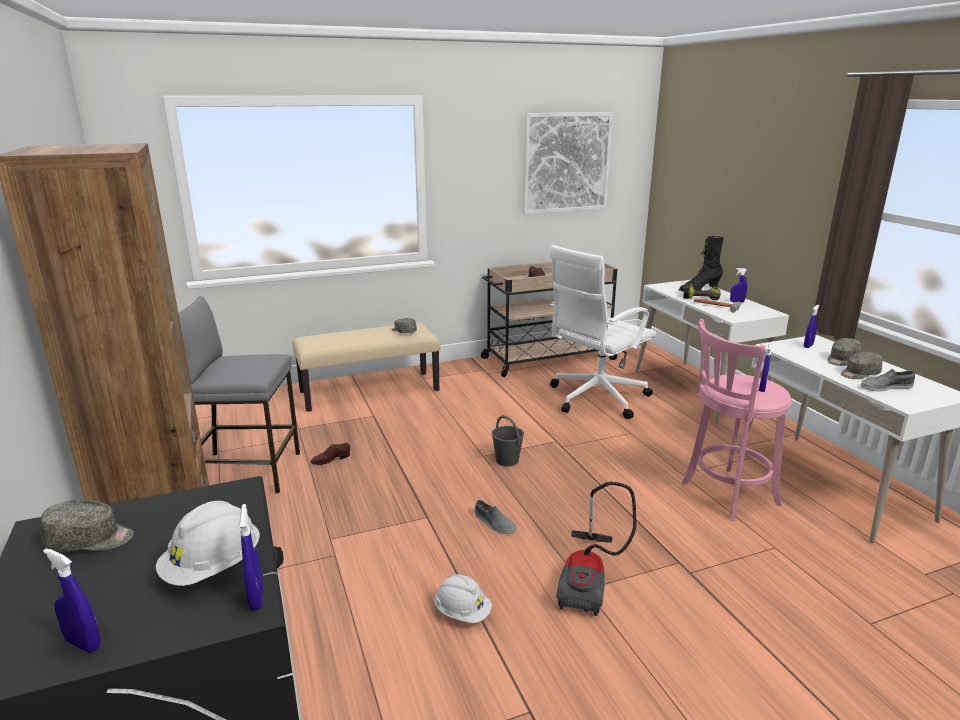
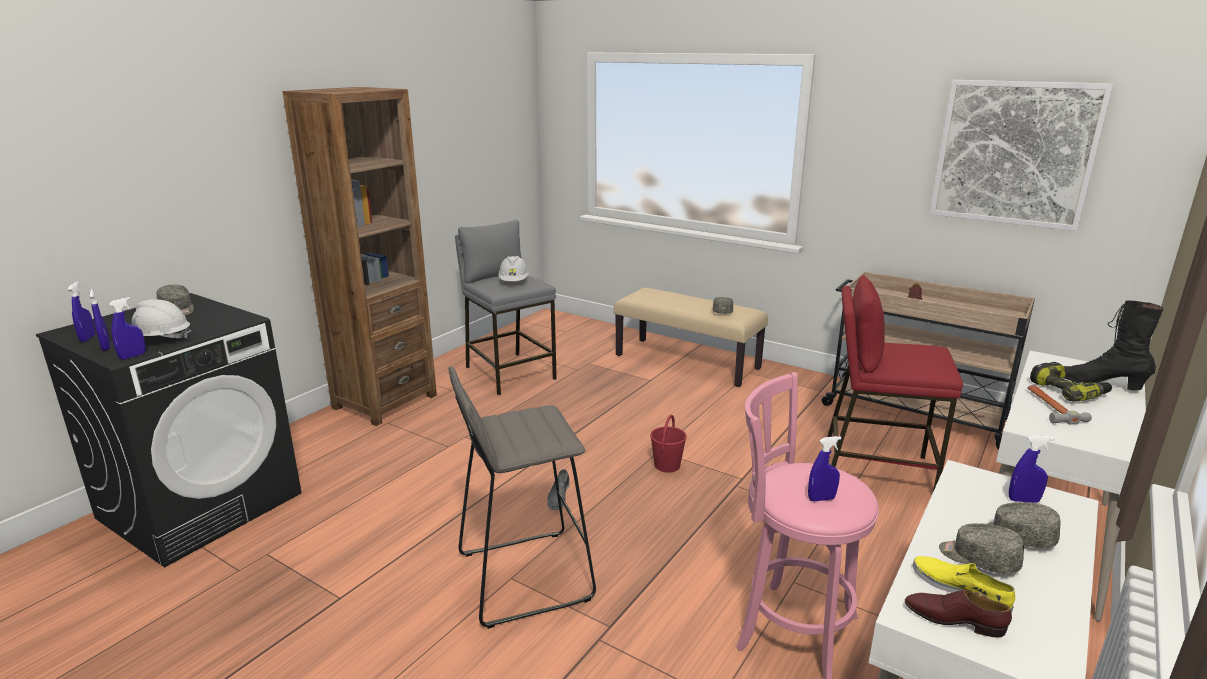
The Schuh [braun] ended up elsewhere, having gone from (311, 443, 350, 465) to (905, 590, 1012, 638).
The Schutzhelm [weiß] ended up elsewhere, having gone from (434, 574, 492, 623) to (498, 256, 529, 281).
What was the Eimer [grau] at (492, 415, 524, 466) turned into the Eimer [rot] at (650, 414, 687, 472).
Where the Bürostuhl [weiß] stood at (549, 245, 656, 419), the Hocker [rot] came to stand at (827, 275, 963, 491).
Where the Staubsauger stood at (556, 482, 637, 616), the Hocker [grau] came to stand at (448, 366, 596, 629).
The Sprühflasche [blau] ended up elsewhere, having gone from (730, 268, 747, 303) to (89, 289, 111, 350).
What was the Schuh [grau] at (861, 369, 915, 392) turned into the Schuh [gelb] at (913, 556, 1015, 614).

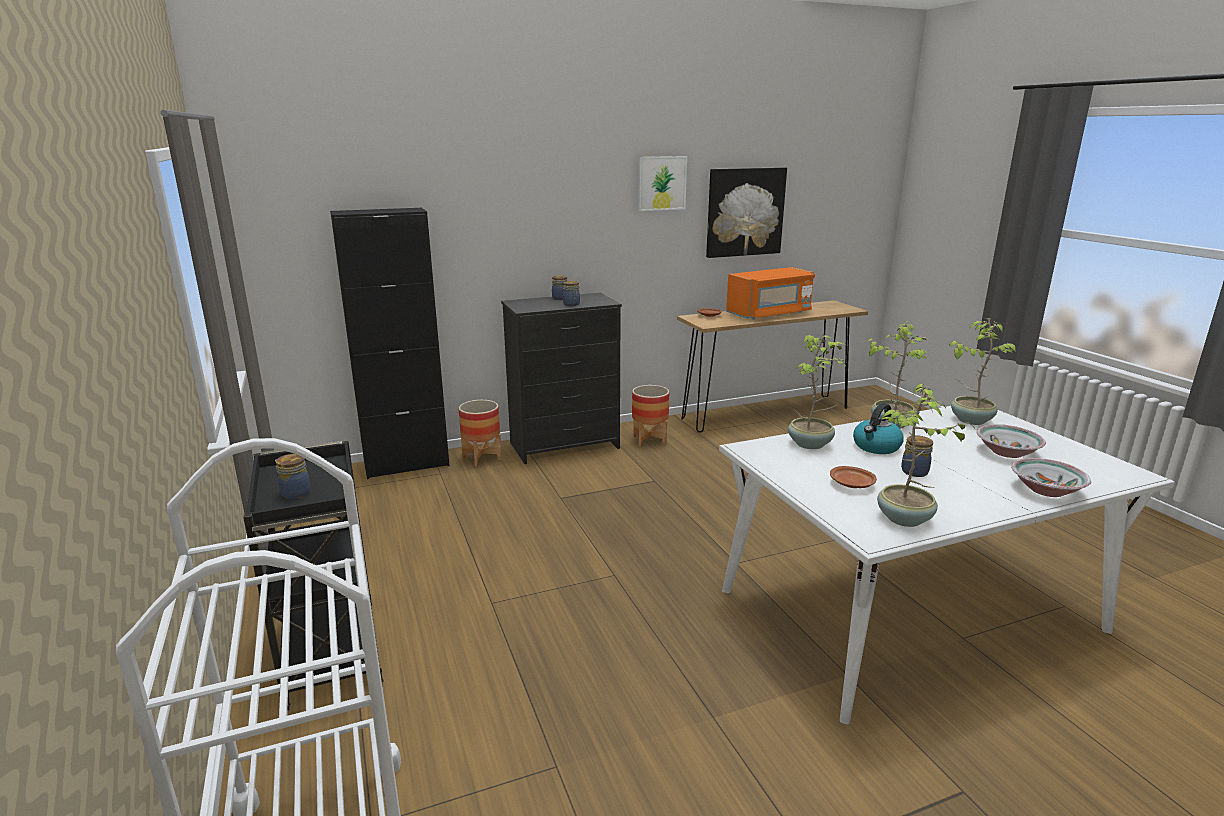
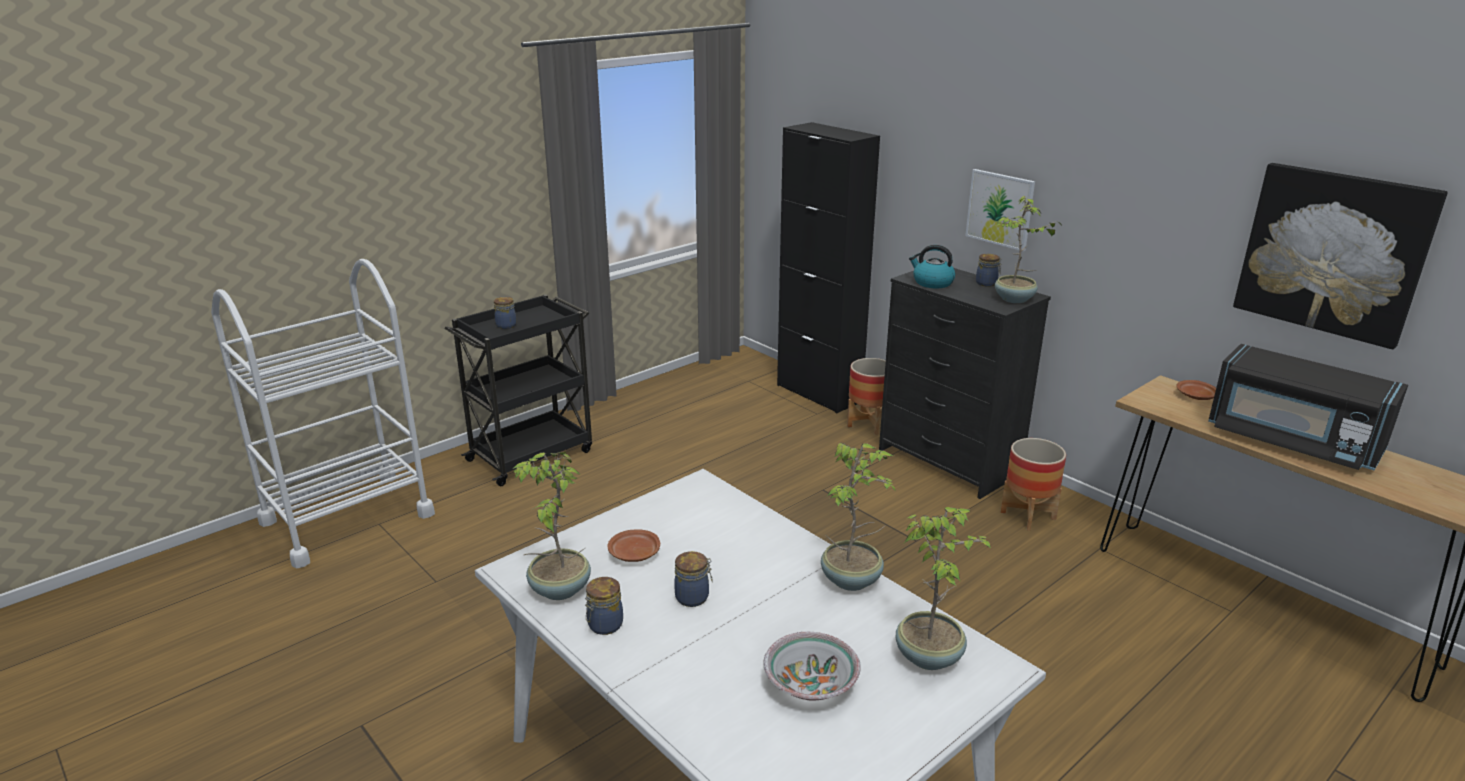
The Vorratsglas ended up elsewhere, having gone from (563, 281, 580, 306) to (585, 577, 623, 635).
The Bild ended up elsewhere, having gone from (638, 156, 687, 211) to (965, 169, 1035, 251).
What was the Mikrowelle [orange] at (726, 267, 815, 319) turned into the Mikrowelle [schwarz] at (1208, 344, 1408, 470).
The Topfpflanze ended up elsewhere, having gone from (788, 335, 846, 449) to (995, 196, 1063, 303).
The Wasserkessel ended up elsewhere, having gone from (853, 403, 904, 454) to (909, 245, 955, 288).
The second view lost the Schüssel at (1011, 458, 1091, 497).

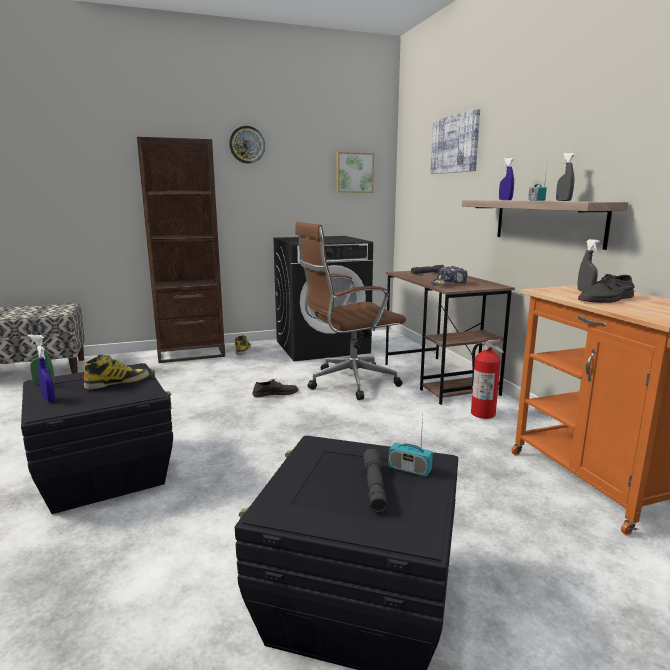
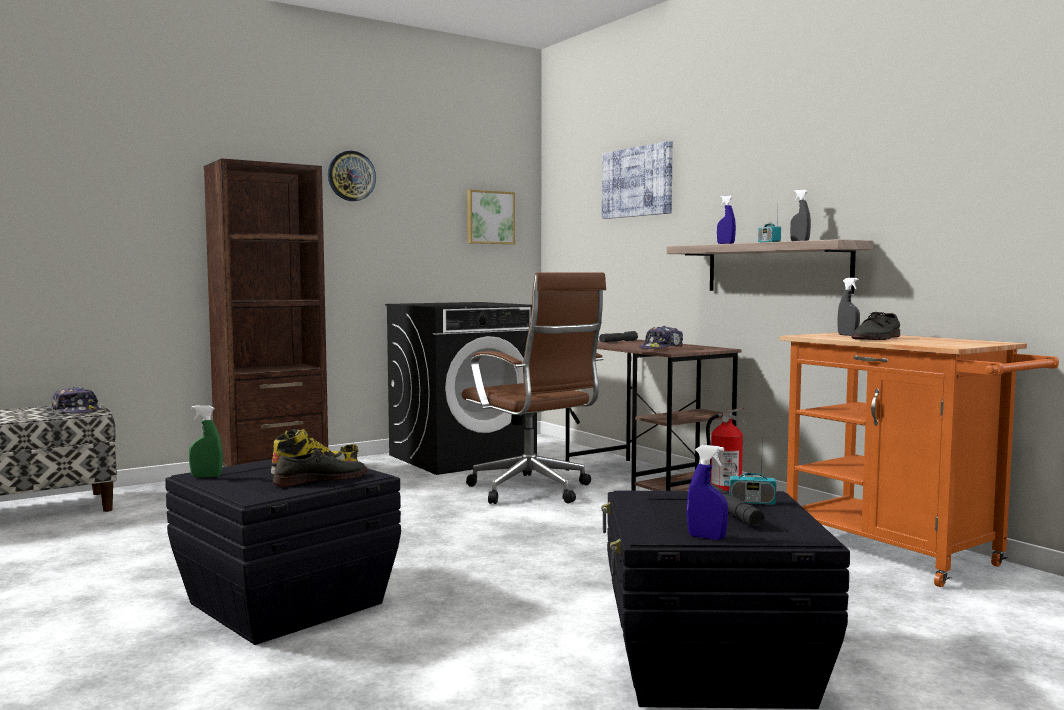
The Sprühflasche [blau] ended up elsewhere, having gone from (37, 345, 55, 402) to (687, 445, 728, 540).
The Schuh [grau] ended up elsewhere, having gone from (253, 379, 298, 398) to (273, 448, 368, 487).
The Bürostuhl [braun] at (295, 222, 406, 400) ended up facing another way, 90 degrees counterclockwise from before.
The second view gained the Kappe at (51, 387, 99, 413).

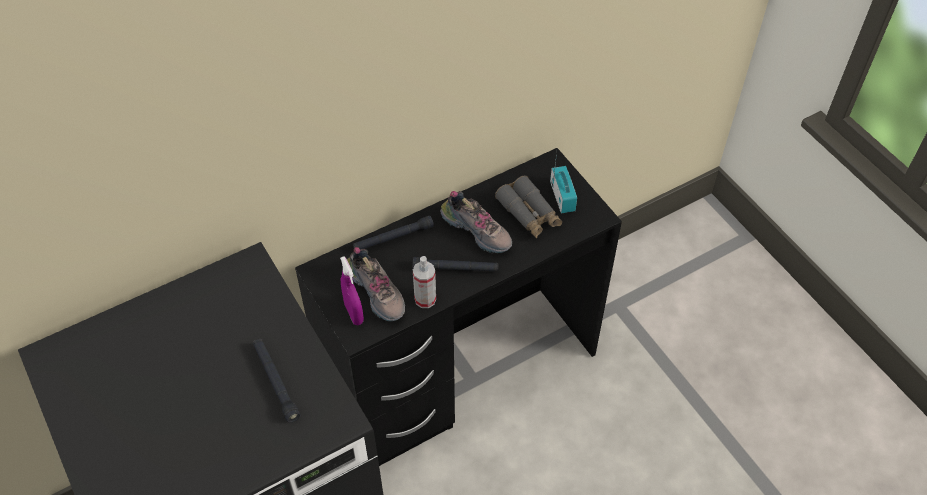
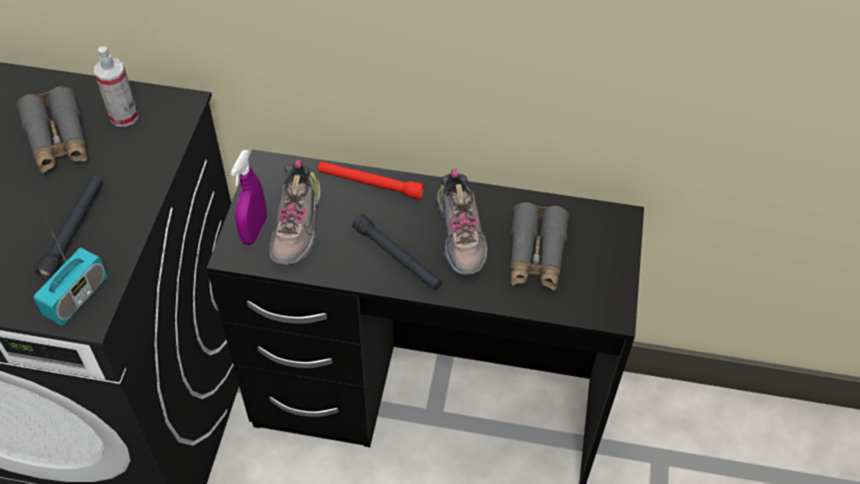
What was the Taschenlampe [schwarz] at (353, 215, 434, 249) turned into the Taschenlampe [rot] at (318, 161, 424, 200).
The Sprühflasche ended up elsewhere, having gone from (413, 256, 436, 308) to (94, 46, 138, 127).
The Radio ended up elsewhere, having gone from (550, 152, 577, 214) to (34, 219, 107, 326).
The second view gained the Fernglas [grau] at (17, 86, 87, 173).

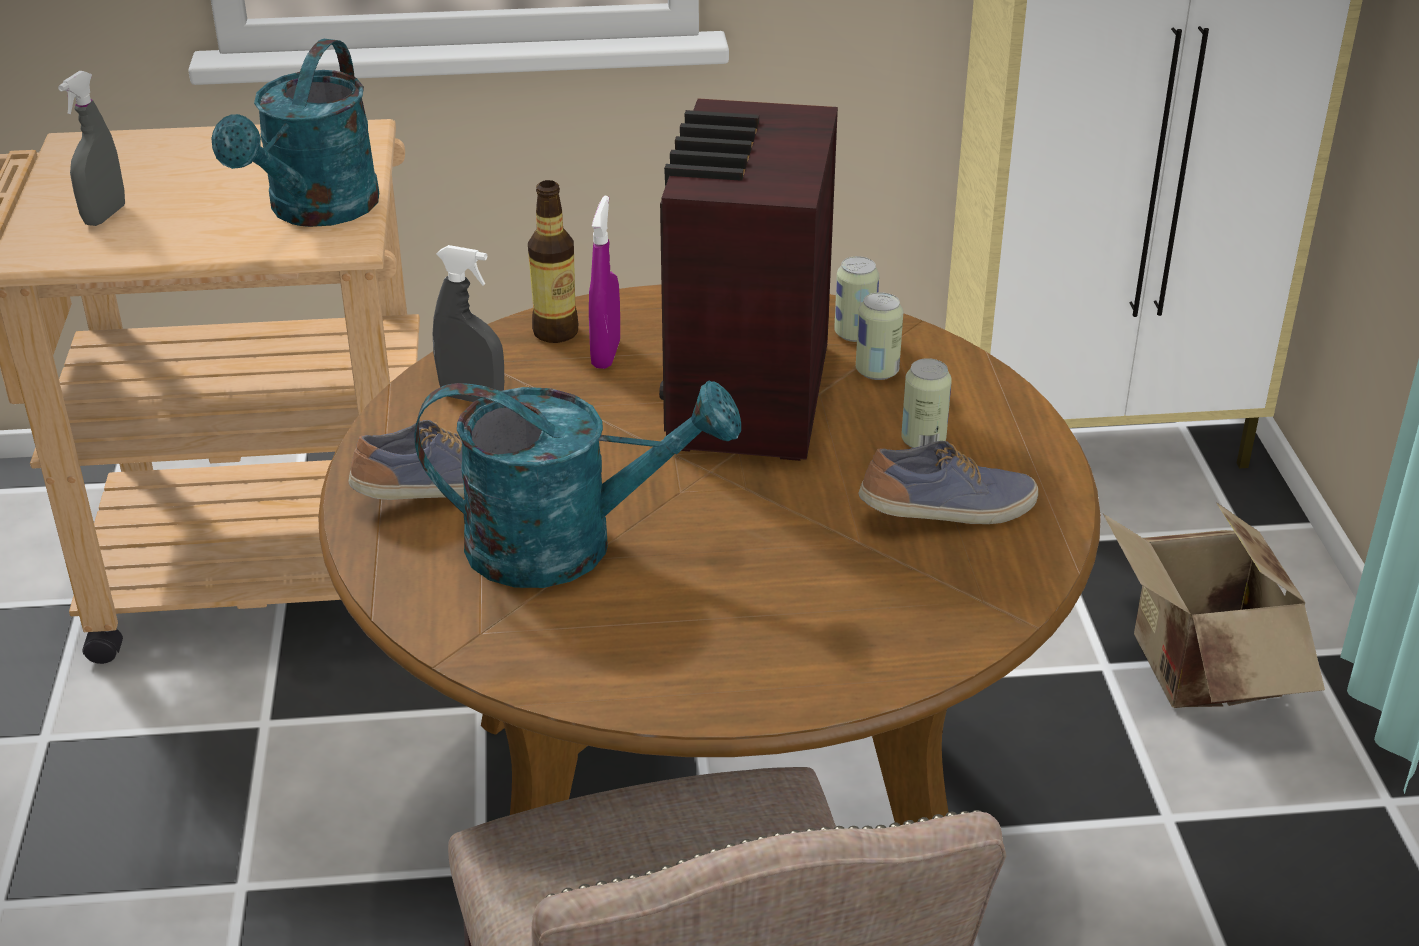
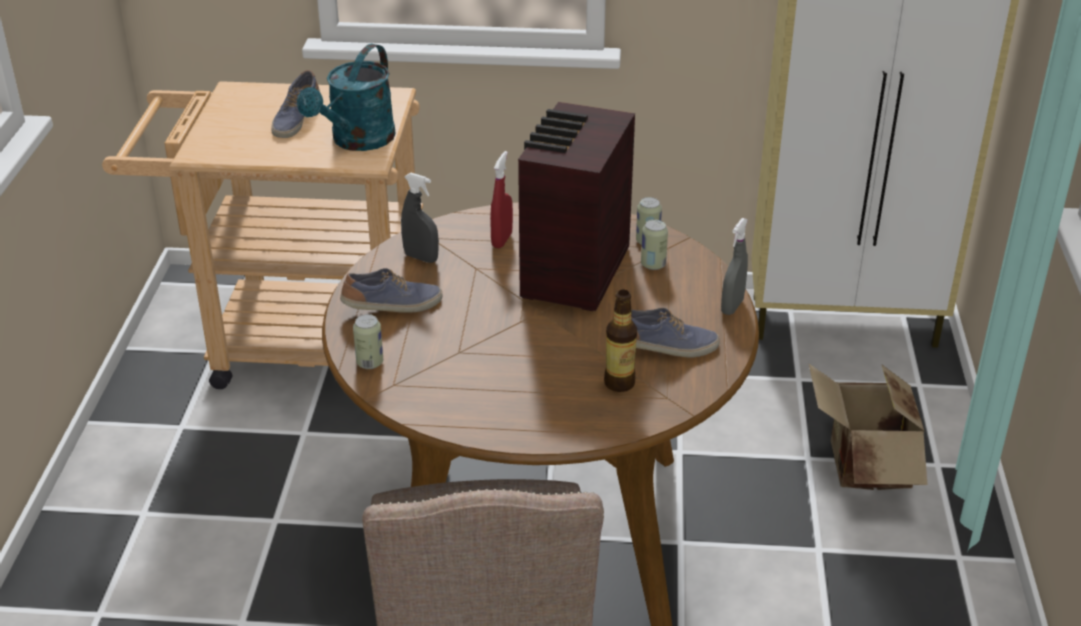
The Sprühflasche [grau] ended up elsewhere, having gone from (58, 71, 125, 226) to (721, 218, 748, 315).
The second view lost the Gießkanne [türkis] at (414, 381, 741, 588).
The Flasche ended up elsewhere, having gone from (528, 180, 578, 343) to (604, 290, 637, 392).
What was the Sprühflasche [lila] at (589, 196, 620, 369) turned into the Sprühflasche [rot] at (490, 151, 513, 248).
The Dose ended up elsewhere, having gone from (901, 358, 952, 448) to (353, 314, 383, 369).
The second view gained the Schuh at (271, 70, 320, 138).

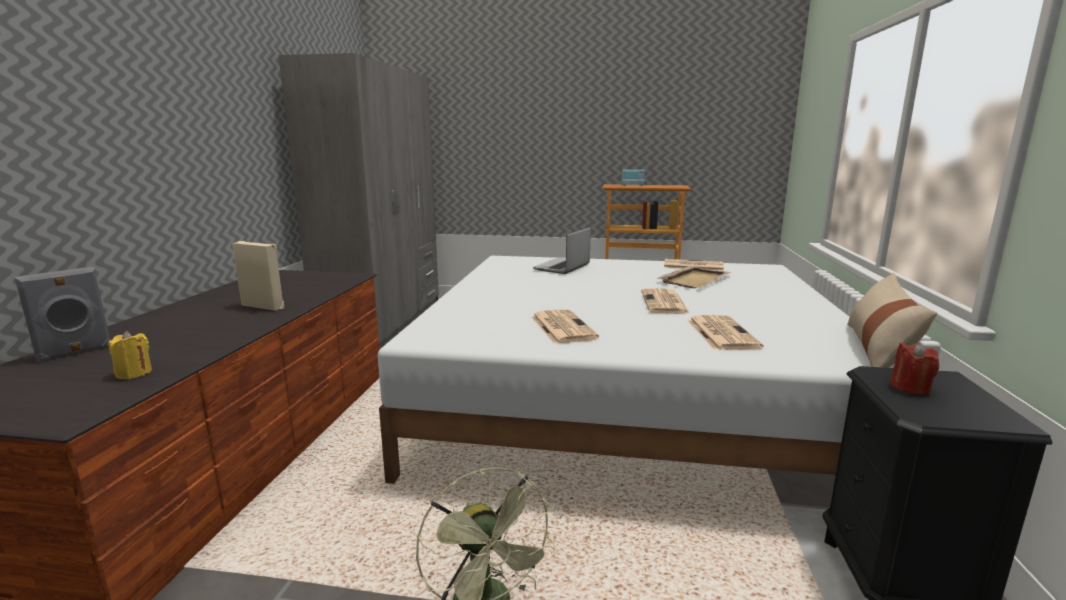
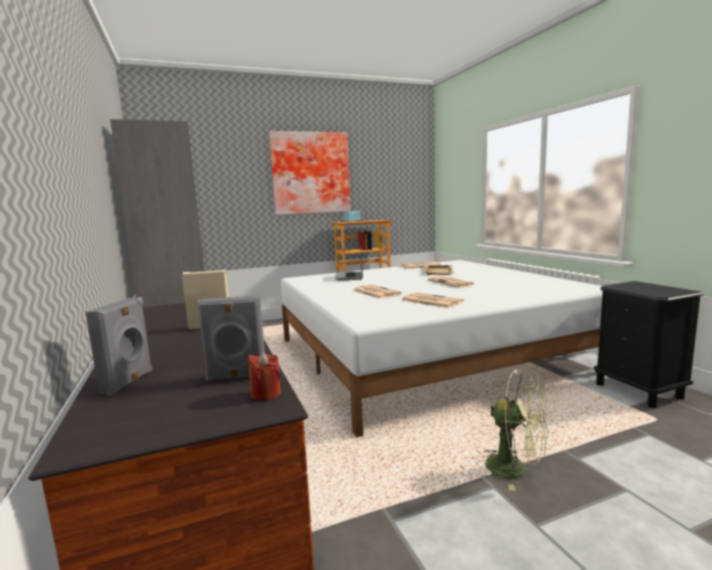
Where the Kerze [gelb] stood at (108, 331, 152, 379), the Lautsprecher [grau] came to stand at (197, 296, 265, 381).
The Zeitung ended up elsewhere, having gone from (687, 315, 763, 350) to (352, 285, 401, 299).
The second view lost the Kissen [beige] at (847, 273, 937, 368).
The Kerze [rot] ended up elsewhere, having gone from (890, 342, 939, 395) to (248, 352, 281, 401).
The second view gained the Bild at (269, 131, 351, 215).

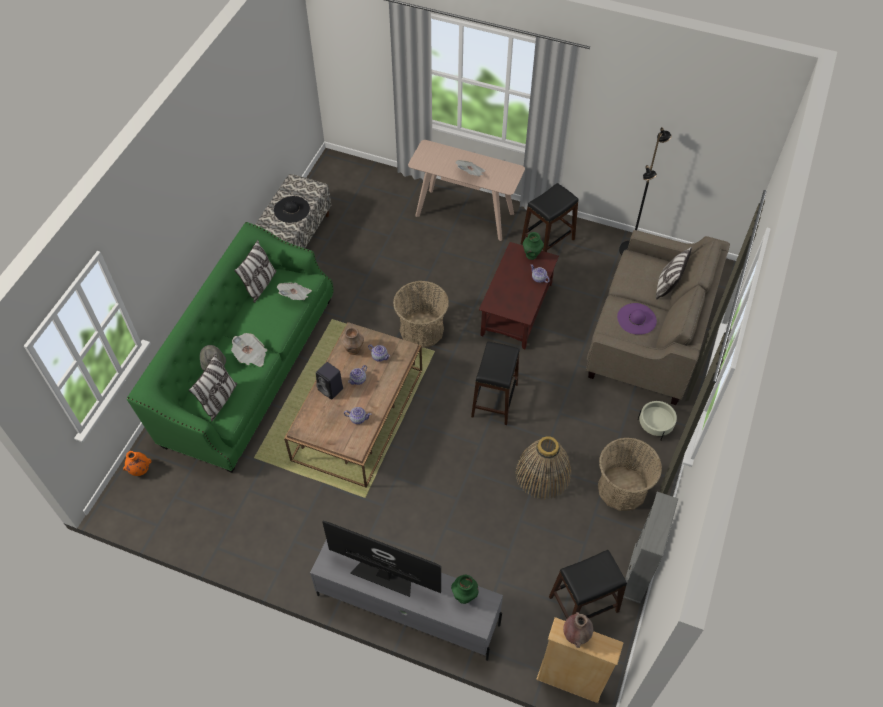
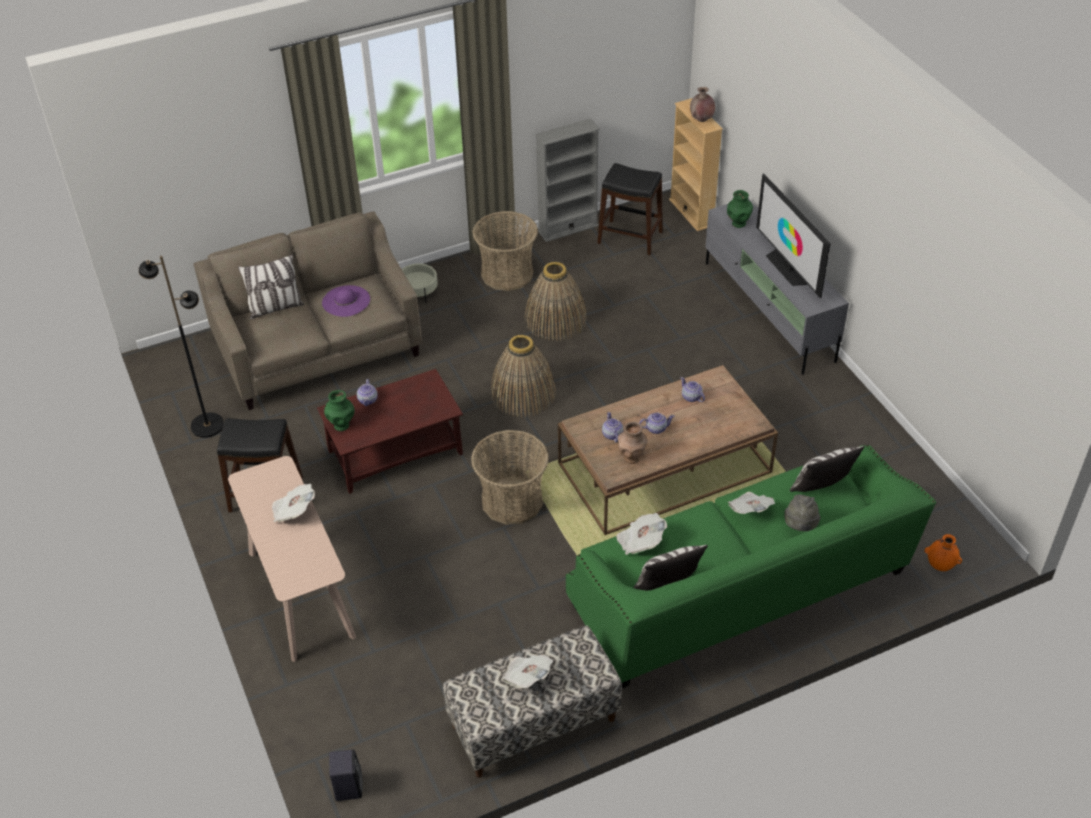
Where the Hut [schwarz] stood at (274, 196, 310, 223), the Zeitung came to stand at (502, 654, 553, 689).
The Lautsprecher [schwarz] ended up elsewhere, having gone from (316, 362, 343, 400) to (329, 750, 363, 801).
Where the Hocker [schwarz] stood at (471, 342, 520, 425), the Korb came to stand at (490, 335, 556, 417).

